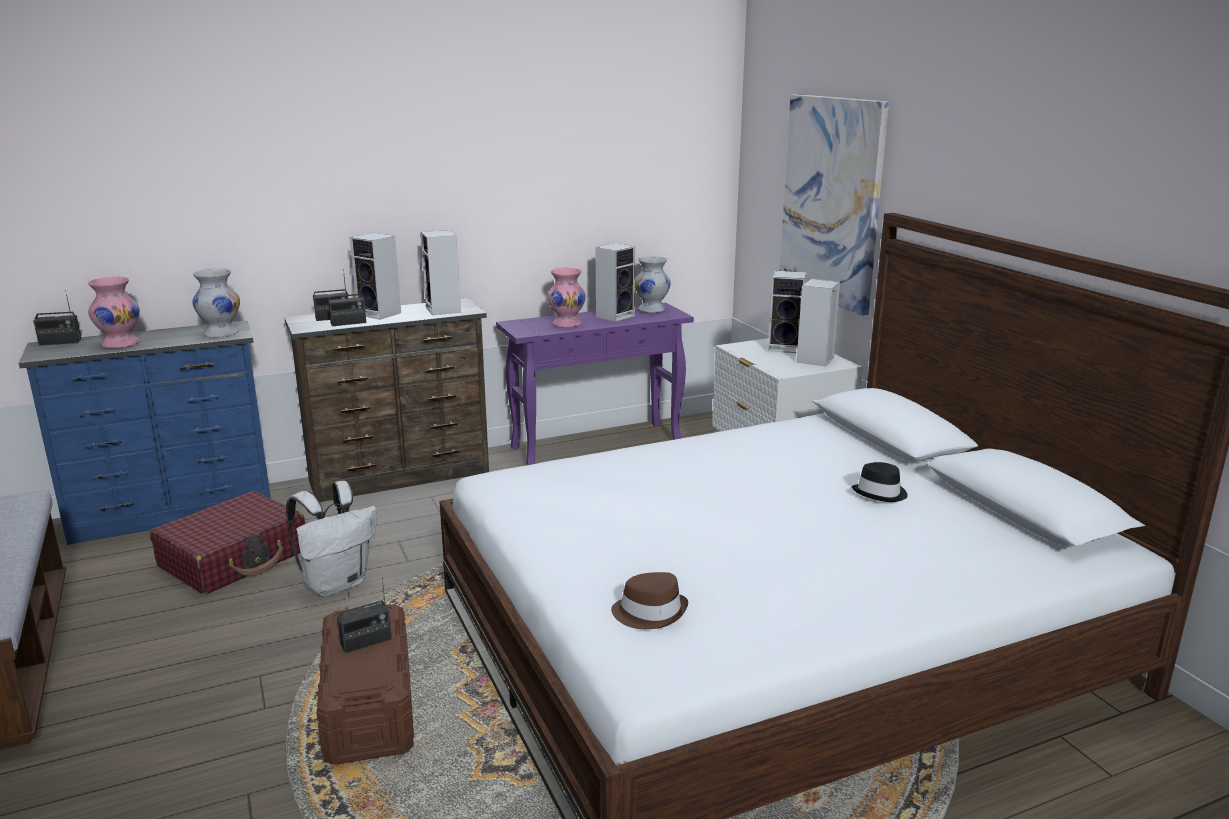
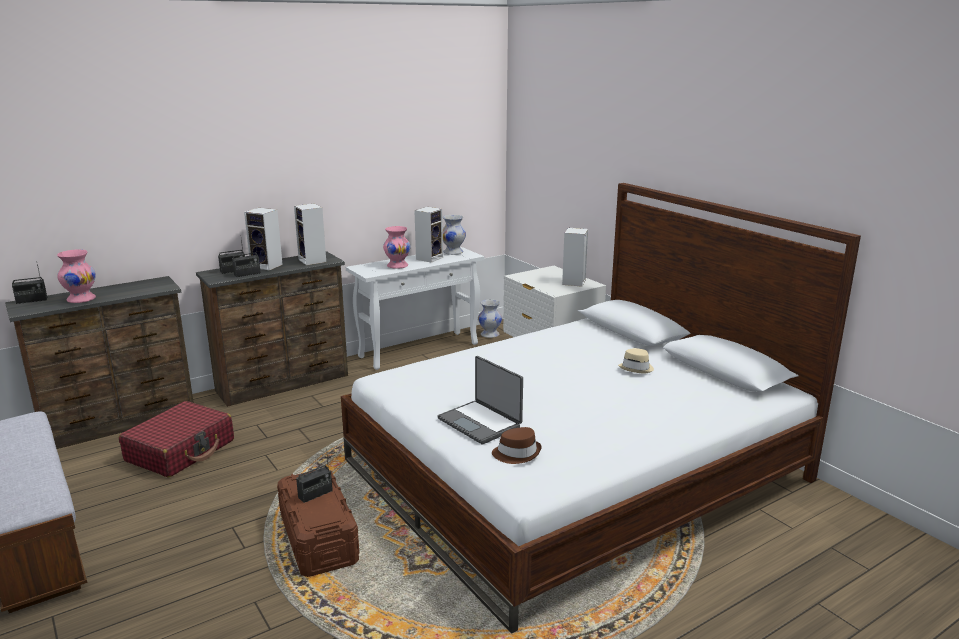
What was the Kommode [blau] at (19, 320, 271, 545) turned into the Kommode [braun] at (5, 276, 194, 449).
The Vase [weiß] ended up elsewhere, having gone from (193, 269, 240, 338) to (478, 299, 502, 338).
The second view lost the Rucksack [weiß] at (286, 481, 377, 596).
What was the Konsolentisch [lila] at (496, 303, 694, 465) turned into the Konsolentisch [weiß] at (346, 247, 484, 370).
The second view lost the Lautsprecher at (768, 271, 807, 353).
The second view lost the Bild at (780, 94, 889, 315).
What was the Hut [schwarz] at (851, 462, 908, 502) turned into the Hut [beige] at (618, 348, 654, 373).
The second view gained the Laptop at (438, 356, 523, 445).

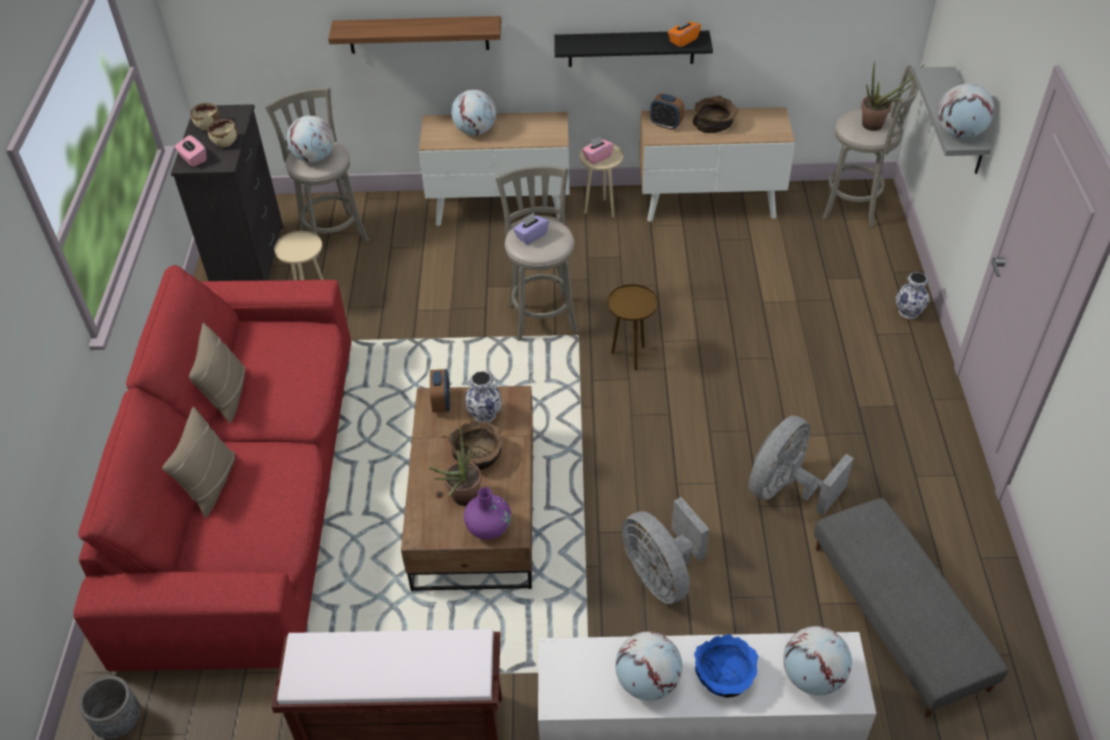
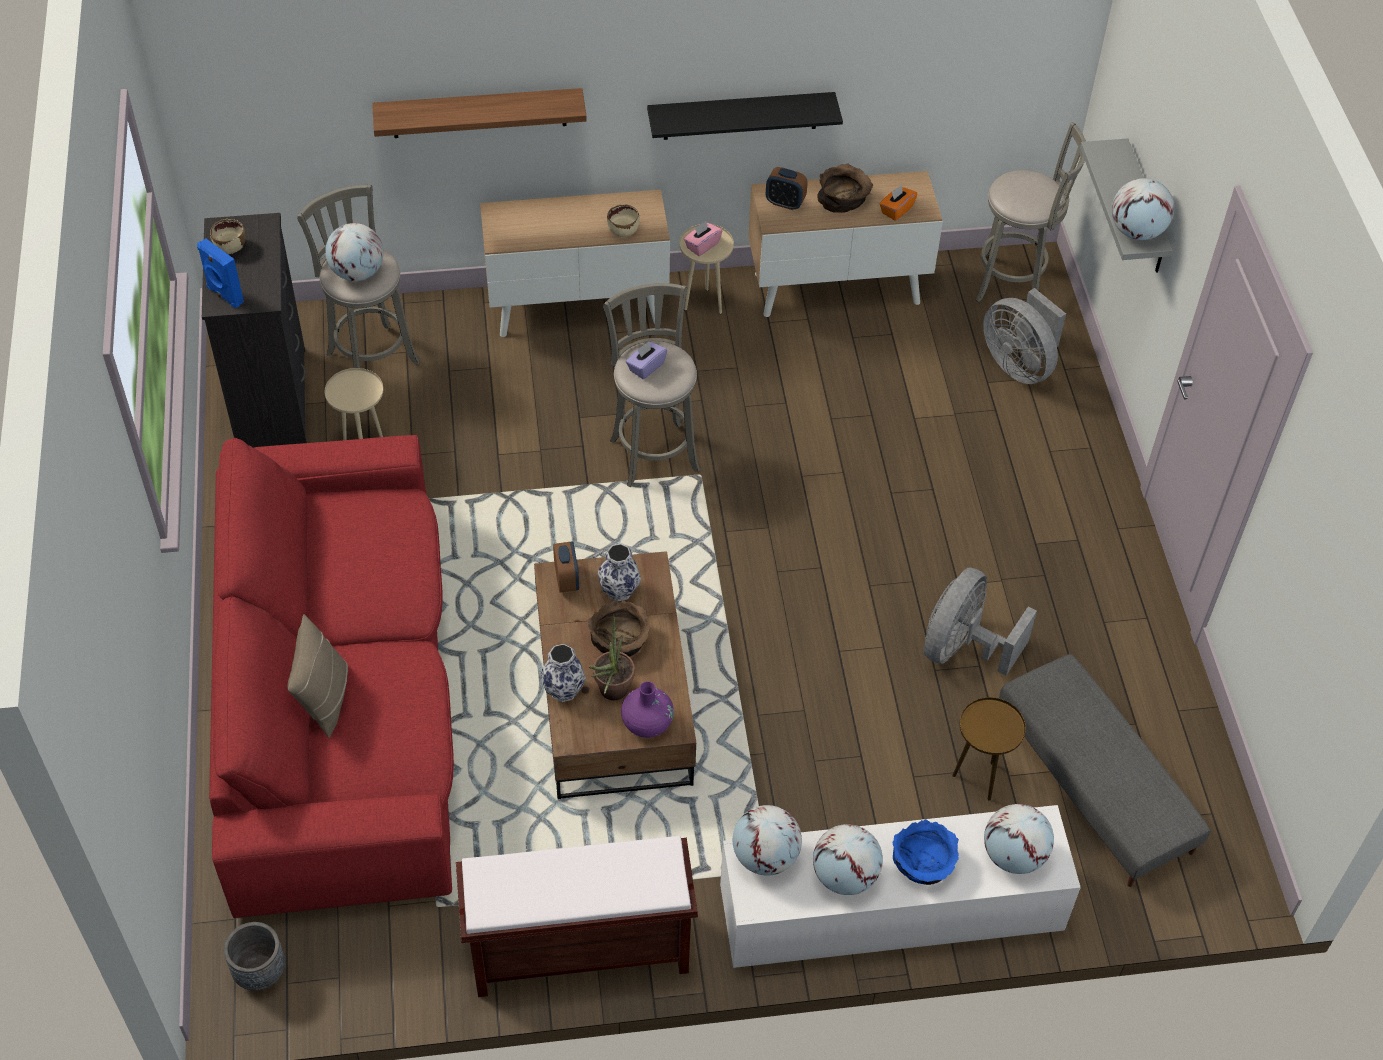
Where the Taschentuchbox [rosa] stood at (174, 135, 206, 167), the Lautsprecher [blau] came to stand at (197, 238, 244, 308).
The second view lost the Kissen [beige] at (189, 323, 245, 423).
The Schüssel [beige] ended up elsewhere, having gone from (207, 119, 237, 147) to (607, 204, 640, 238).
The Globus ended up elsewhere, having gone from (451, 89, 496, 135) to (733, 805, 802, 875).
The Beistelltisch [braun] ended up elsewhere, having gone from (607, 284, 658, 371) to (952, 697, 1026, 801).
The Ventilator [grau] ended up elsewhere, having gone from (622, 497, 709, 604) to (983, 288, 1066, 384).
The Taschentuchbox [orange] ended up elsewhere, having gone from (668, 16, 701, 47) to (880, 185, 917, 221).
The second view lost the Topfpflanze at (861, 62, 925, 131).
The Vase ended up elsewhere, having gone from (896, 272, 930, 319) to (540, 644, 586, 702).

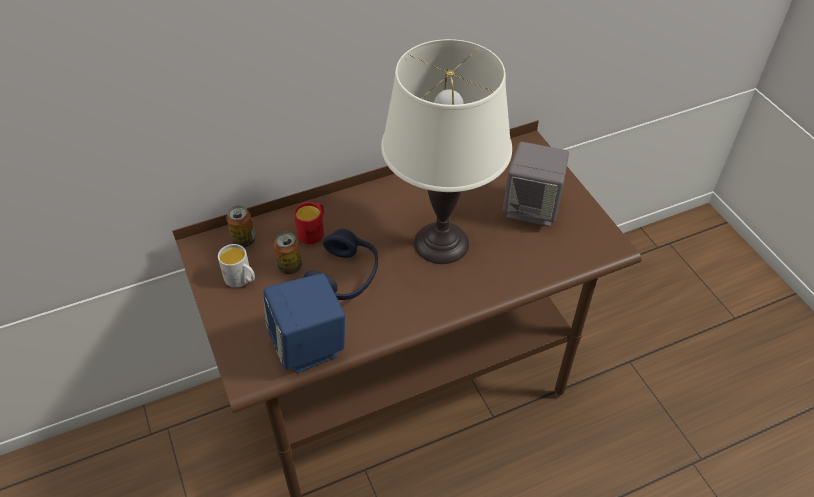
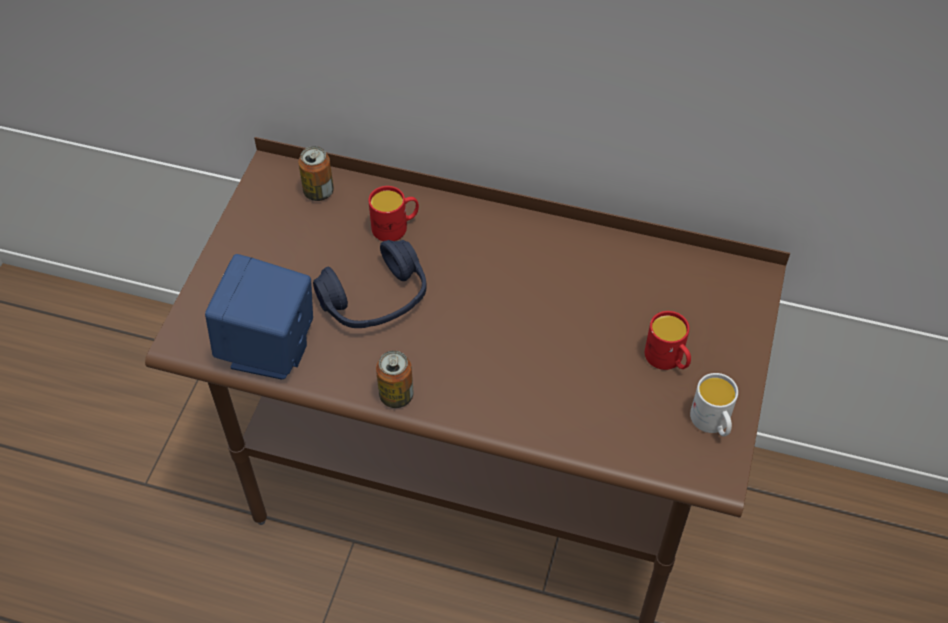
The Henkelbecher [weiß] ended up elsewhere, having gone from (218, 244, 255, 288) to (690, 373, 738, 436).
The Dose ended up elsewhere, having gone from (274, 232, 302, 274) to (376, 351, 414, 408).
The second view lost the Tischlampe [weiß] at (381, 39, 512, 264).
Where the Lautsprecher [grau] stood at (503, 142, 569, 226), the Henkelbecher [rot] came to stand at (645, 311, 691, 370).

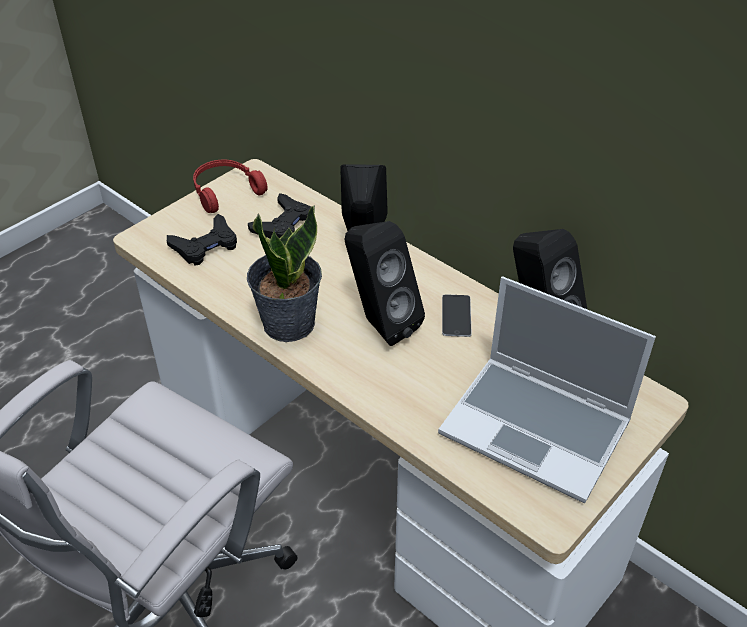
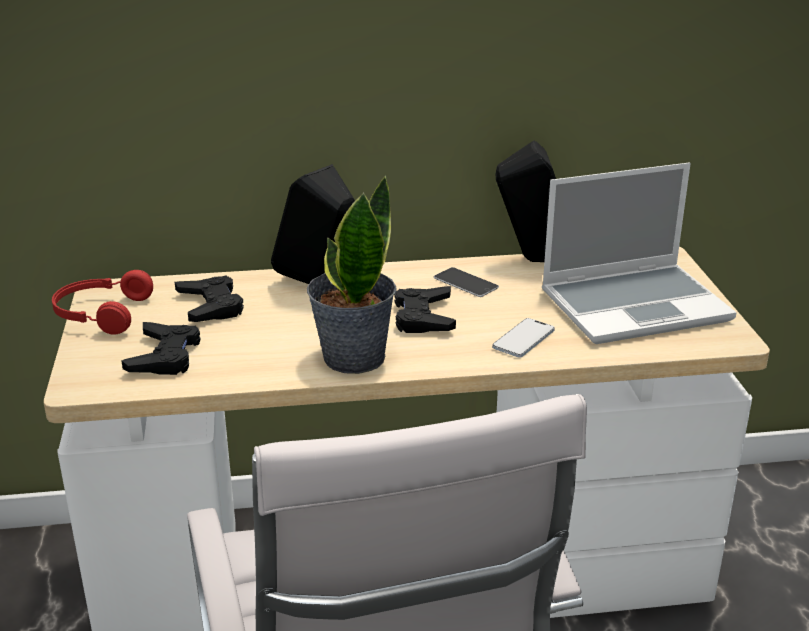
Where the Lautsprecher [schwarz] stood at (344, 221, 425, 346), the Gamepad [schwarz] came to stand at (394, 286, 456, 333).
The second view gained the Handy at (492, 318, 555, 358).

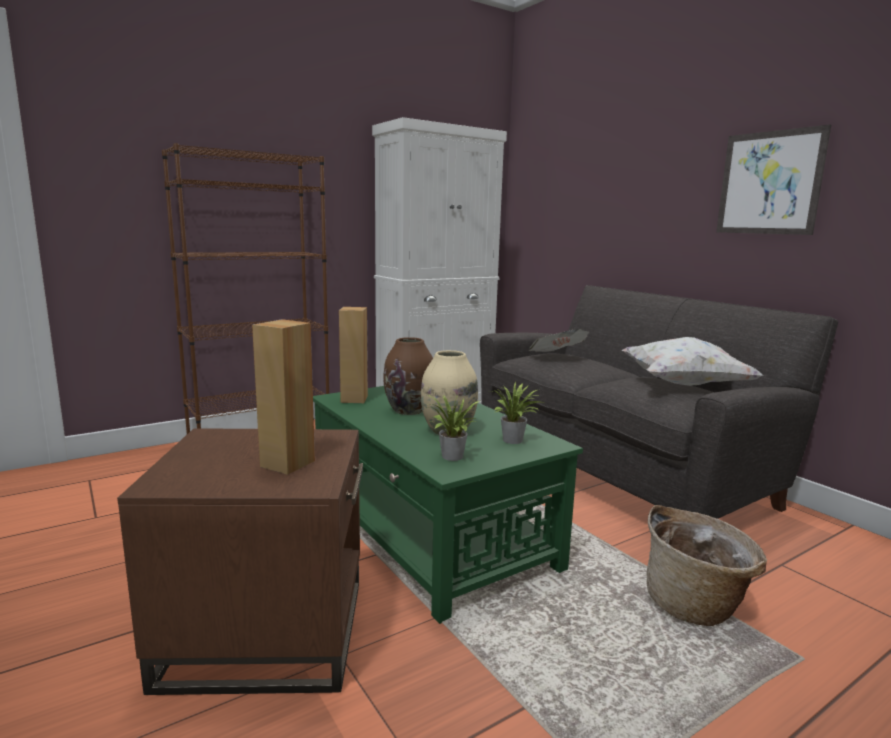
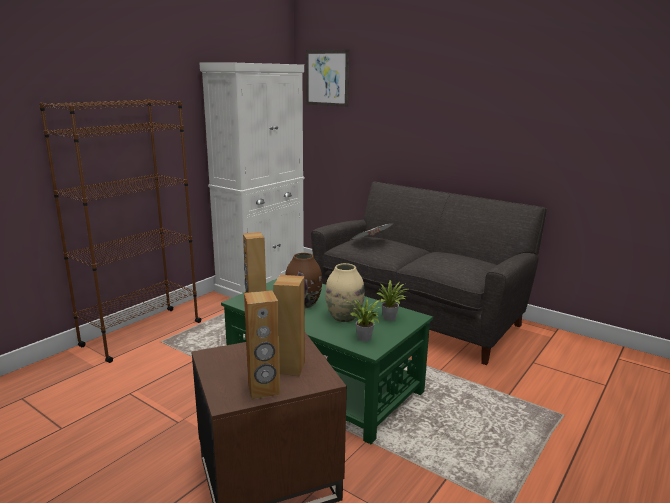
The second view lost the Kissen [weiß] at (622, 337, 763, 386).
The second view lost the Korb at (647, 505, 767, 626).
The Bild ended up elsewhere, having gone from (716, 125, 831, 235) to (306, 50, 349, 107).
The second view gained the Lautsprecher [braun] at (244, 290, 280, 399).

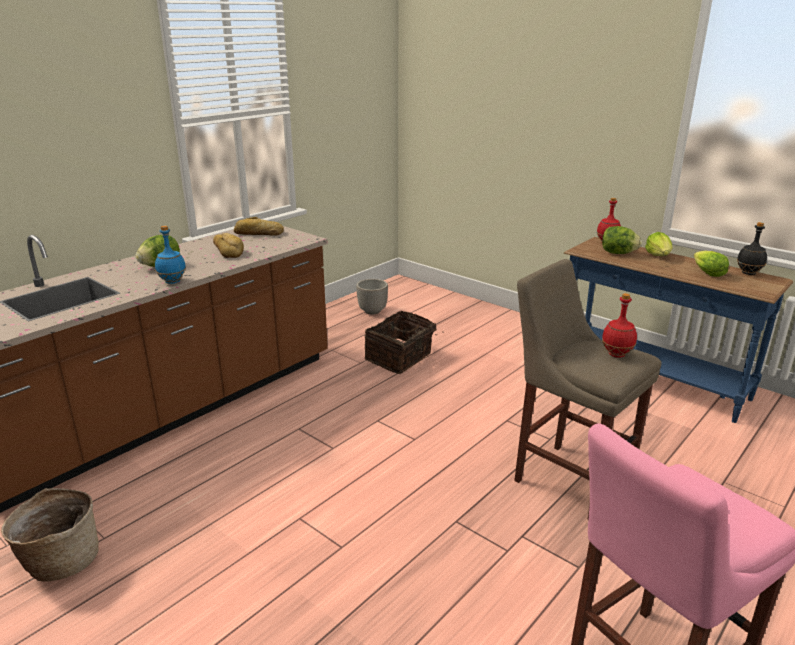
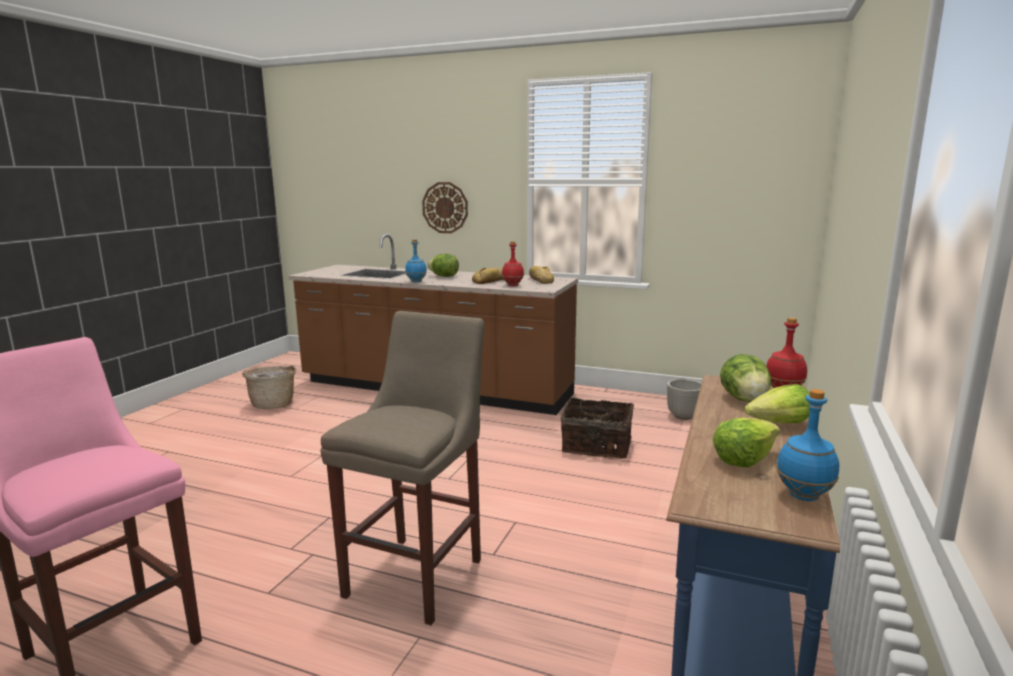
The Flasche [rot] ended up elsewhere, having gone from (602, 293, 637, 358) to (502, 241, 524, 286).
What was the Flasche [schwarz] at (737, 222, 767, 275) turned into the Flasche [blau] at (776, 389, 839, 501).
The second view gained the Wanduhr at (422, 182, 468, 233).

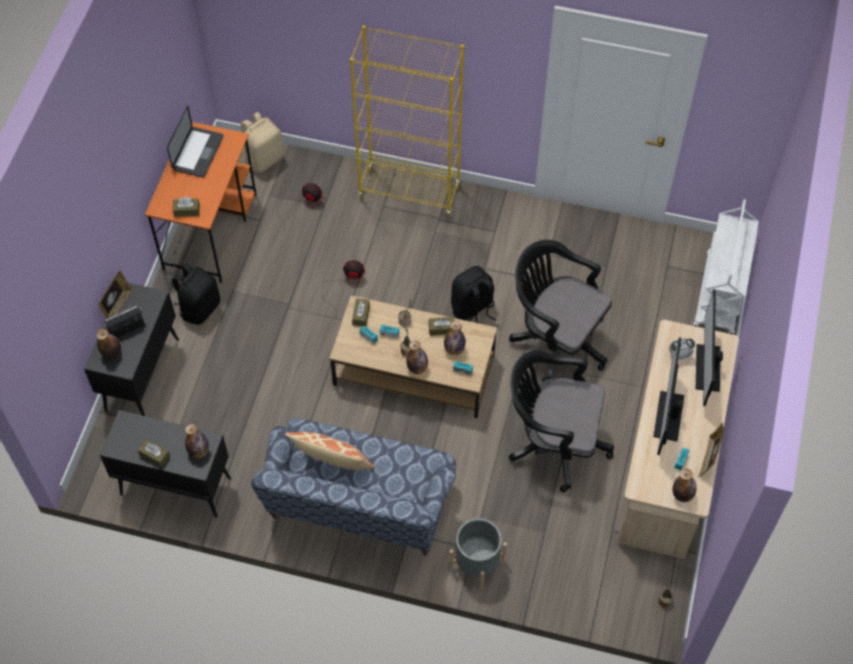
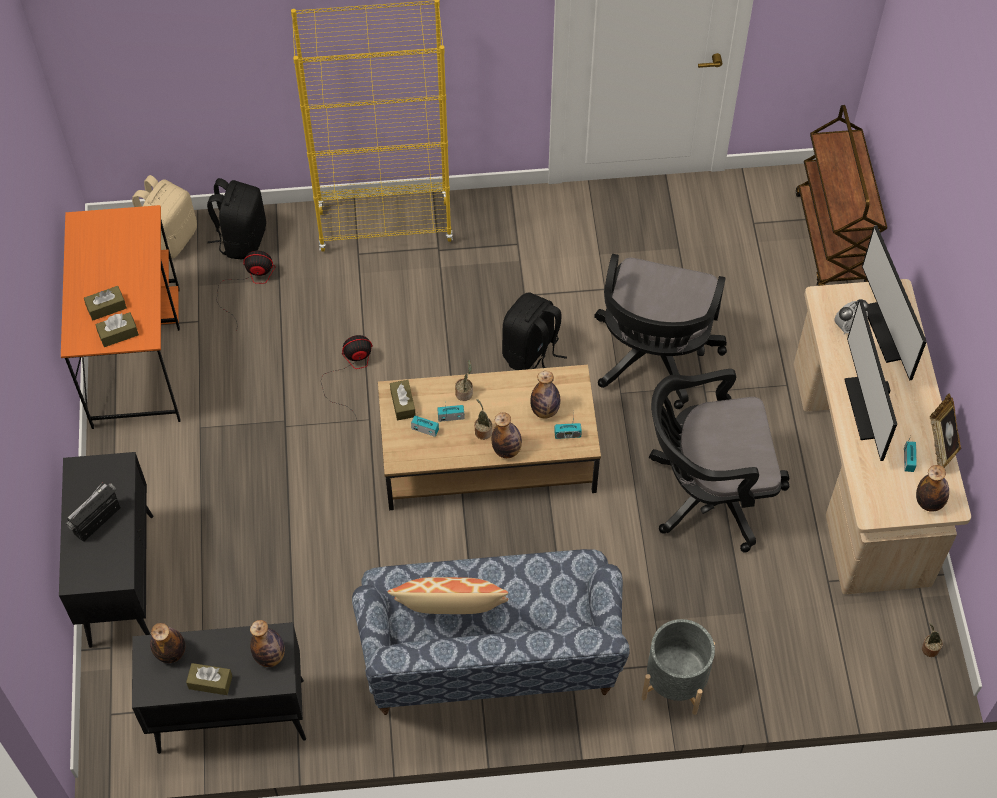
The Flasche ended up elsewhere, having gone from (96, 328, 121, 359) to (150, 623, 185, 663).
The second view lost the Bilderrahmen at (98, 271, 133, 319).
The second view lost the Laptop at (167, 106, 223, 177).
The Rucksack [schwarz] ended up elsewhere, having gone from (172, 263, 220, 325) to (207, 178, 266, 259).
The Taschentuchbox [braun] ended up elsewhere, having gone from (428, 317, 454, 336) to (84, 286, 127, 321).
The Bürostuhl [schwarz] at (509, 240, 612, 382) ended up facing another way, 90 degrees counterclockwise from before.
What was the Rollwagen [weiß] at (693, 199, 759, 335) turned into the Rollwagen [braun] at (796, 105, 887, 286).

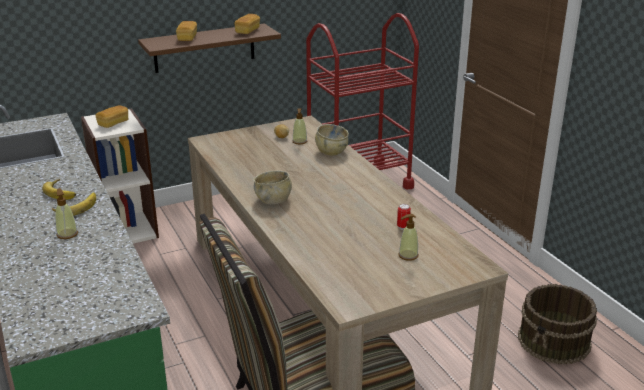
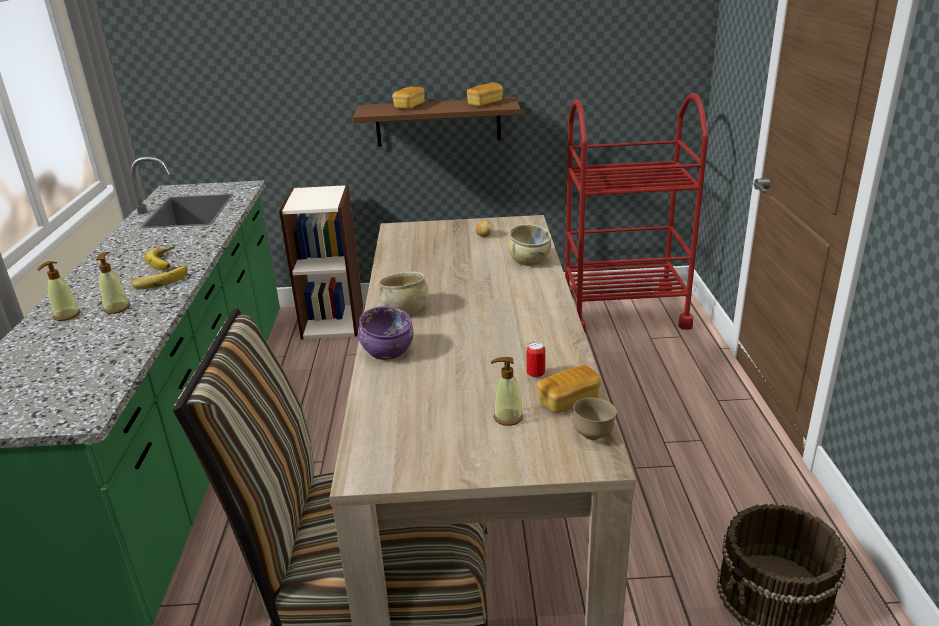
The Brot ended up elsewhere, having gone from (95, 105, 128, 128) to (537, 365, 601, 413).
The Seifenspender ended up elsewhere, having gone from (292, 108, 307, 144) to (37, 261, 80, 321).
The second view gained the Schüssel [lila] at (358, 306, 413, 360).
The second view gained the Schüssel [braun] at (573, 398, 617, 440).

